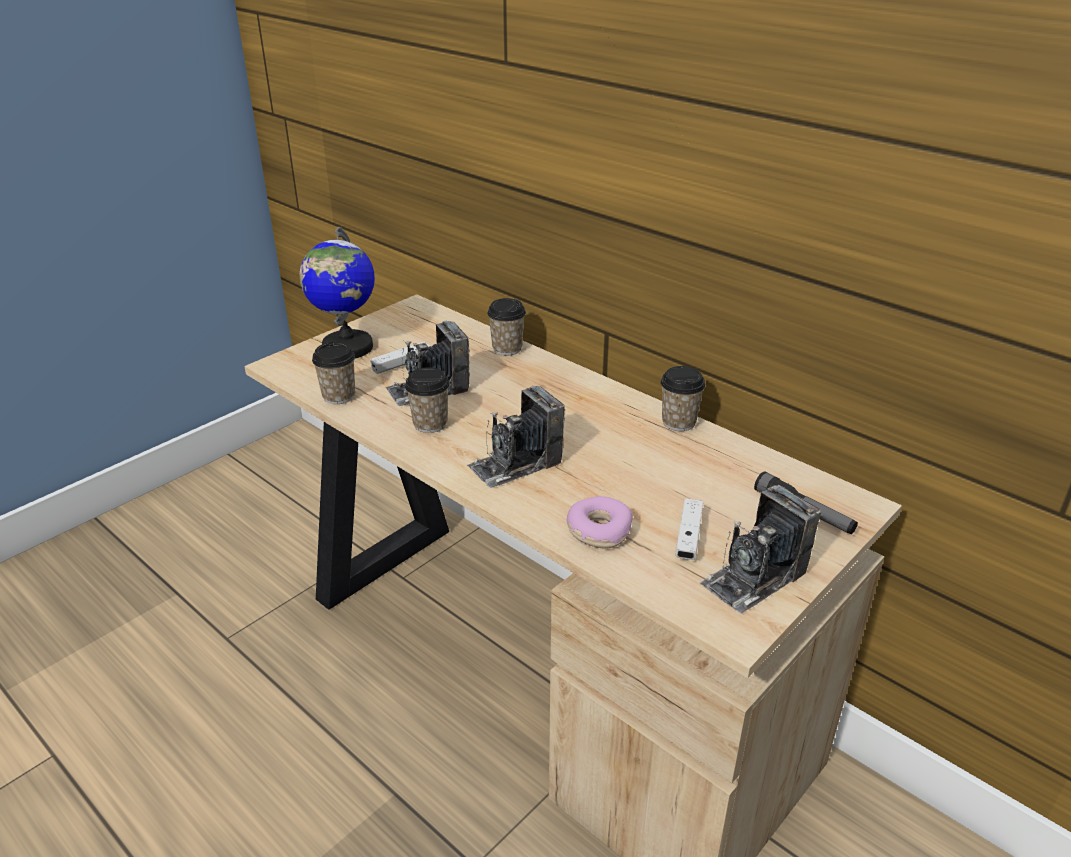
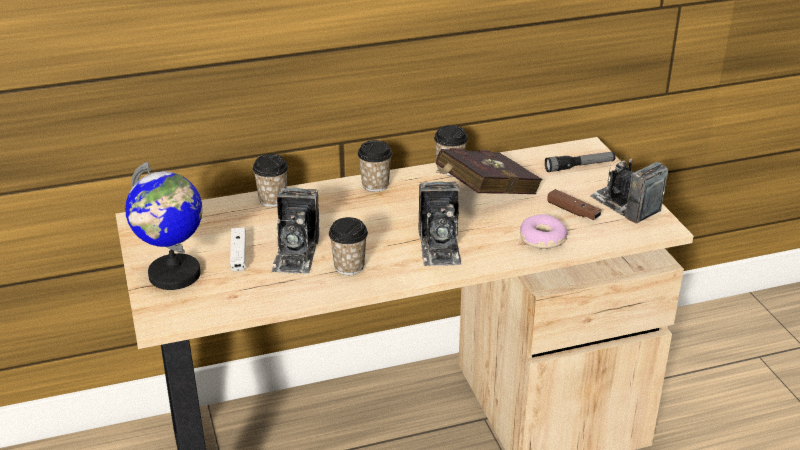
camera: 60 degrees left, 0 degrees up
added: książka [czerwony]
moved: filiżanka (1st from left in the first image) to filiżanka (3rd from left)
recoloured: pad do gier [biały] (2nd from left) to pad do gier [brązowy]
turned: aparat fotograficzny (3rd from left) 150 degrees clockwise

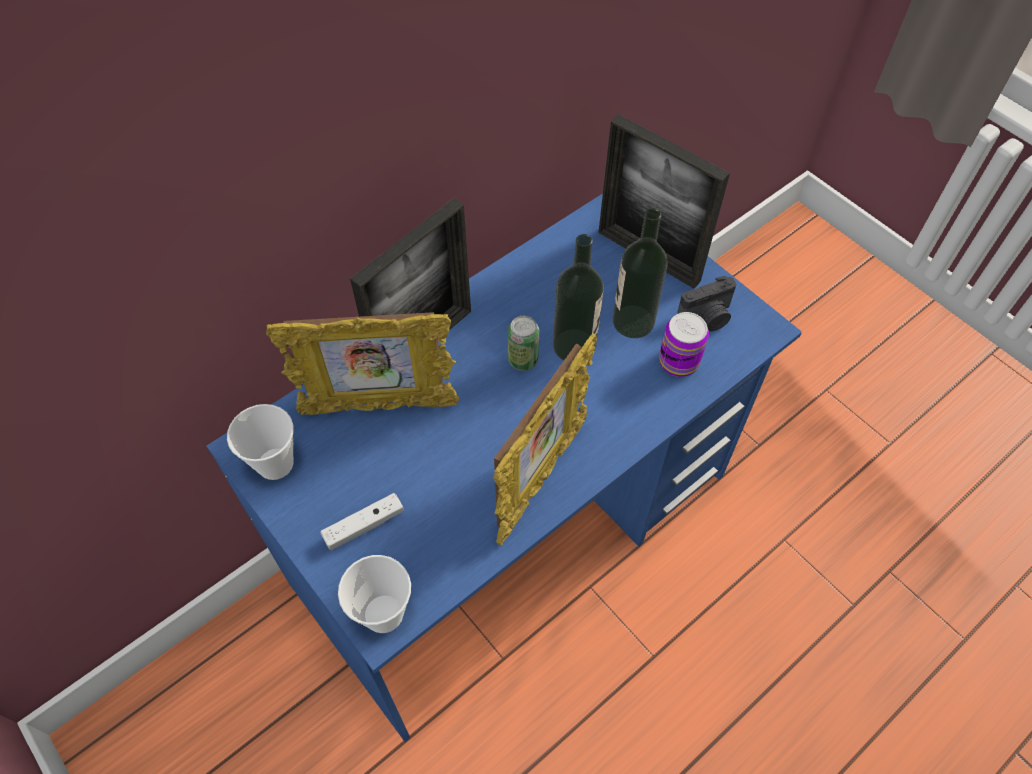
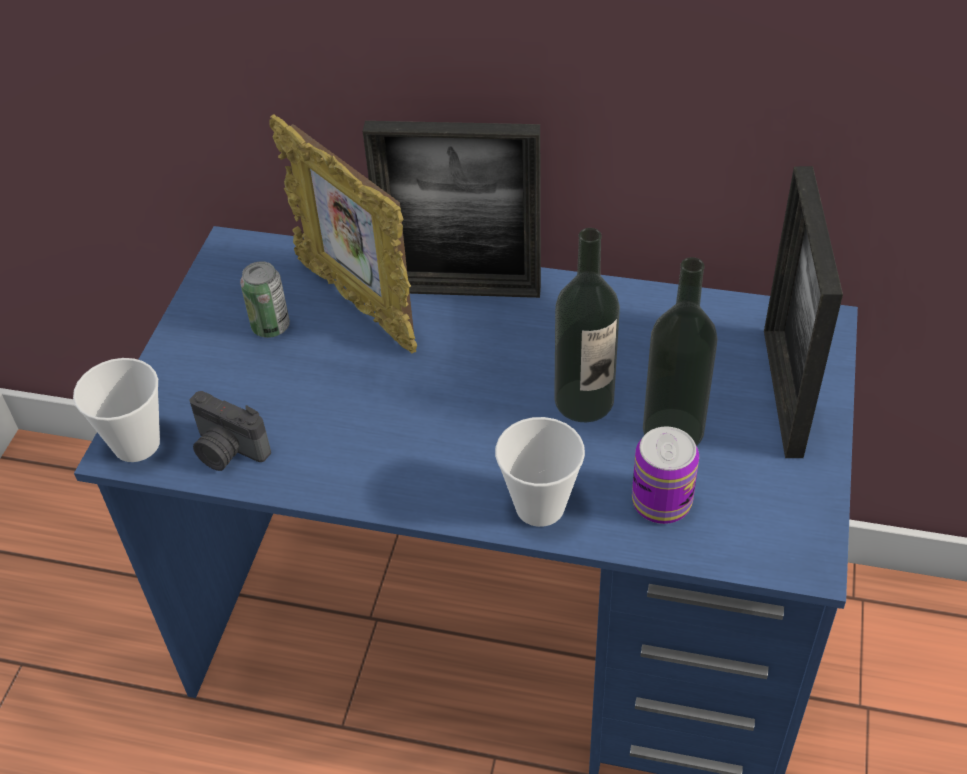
camera: 55 degrees right, 10 degrees down
removed: pad do gier [biały]; ramka na zdjęcie (3rd from left)
moved: filiżanka (1st from left in the first image) to filiżanka (2nd from left); puszka (1st from left); aparat fotograficzny

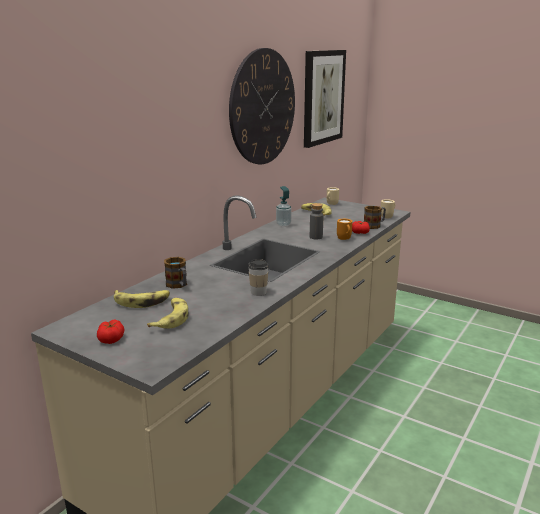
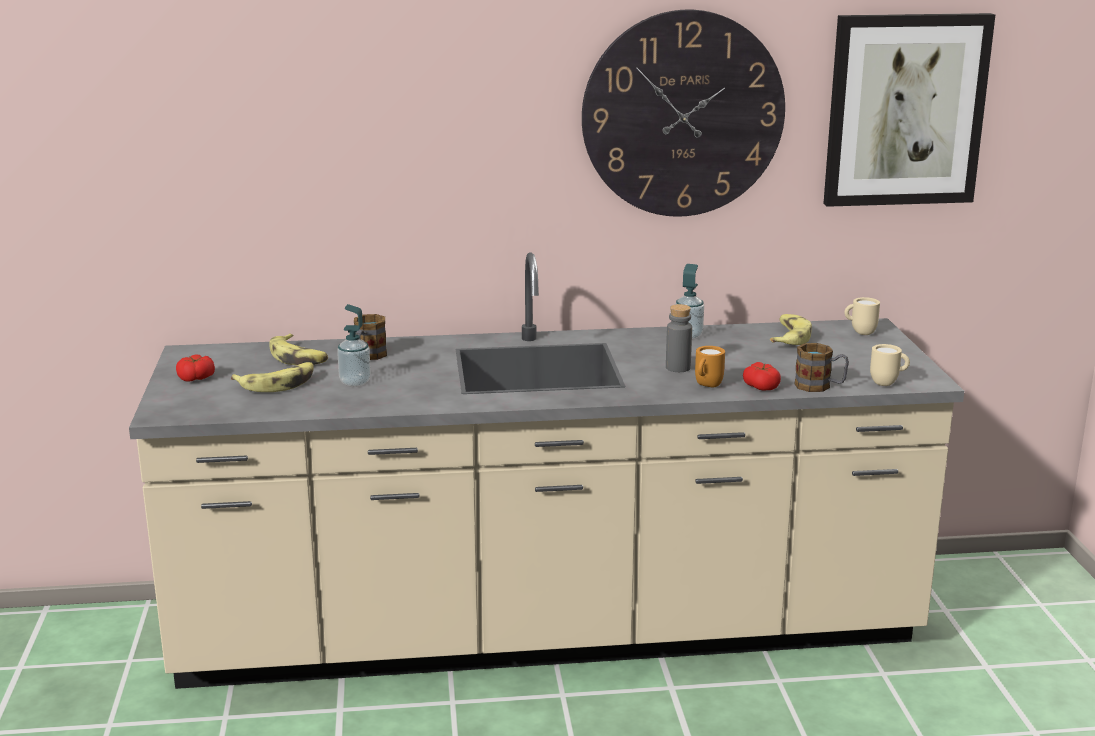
camera: 50 degrees right, 0 degrees up
removed: filiżanka
added: dozownik mydła (1st from left)

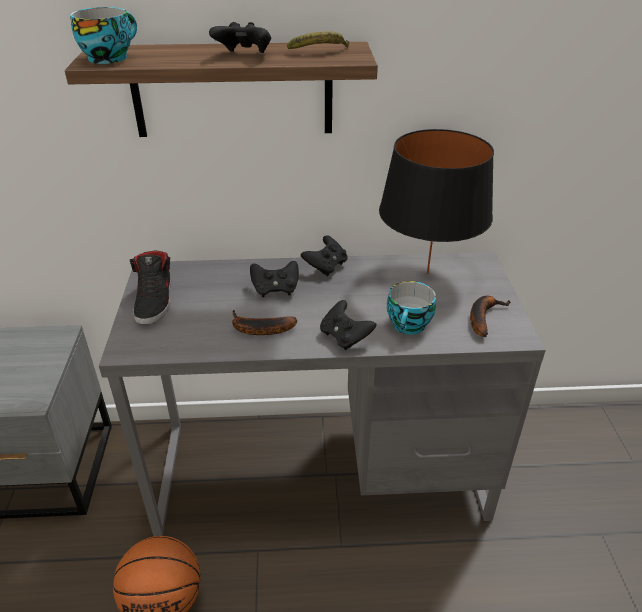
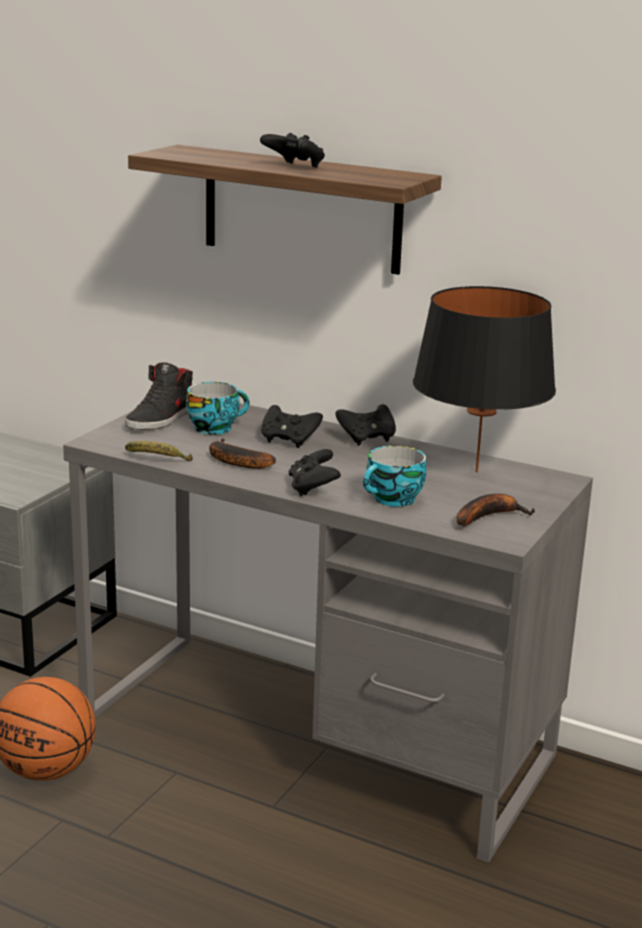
camera: 30 degrees right, 15 degrees down
moved: filiżanka (1st from left); banan (2nd from left in the first image) to banan (1st from left)

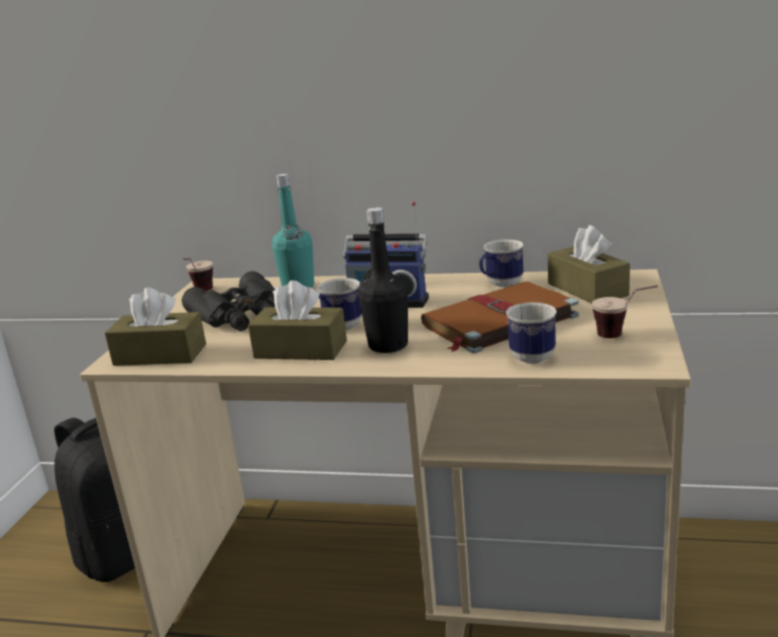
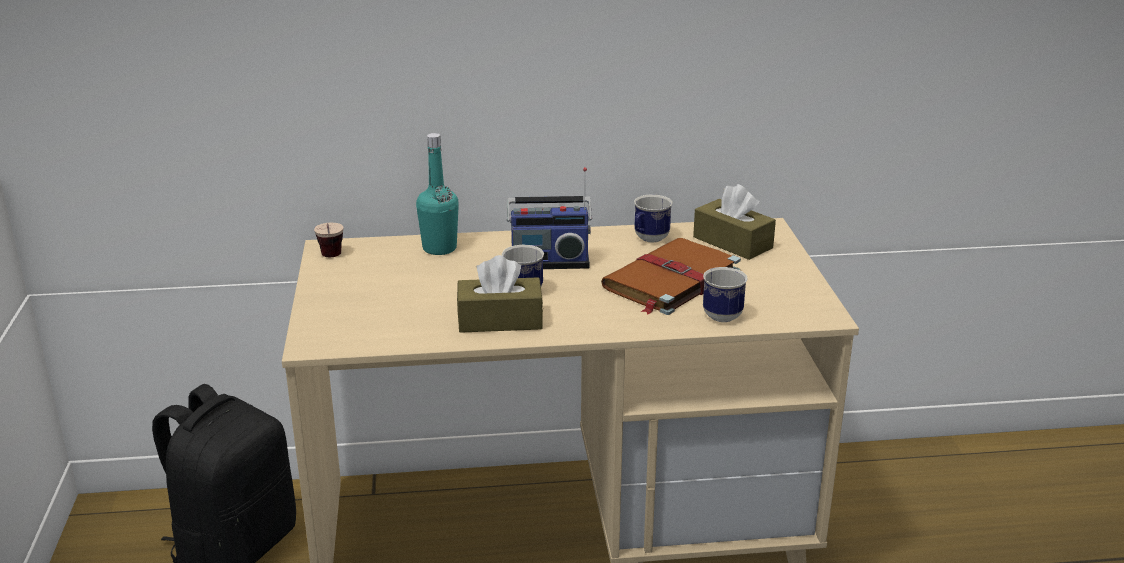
camera: 20 degrees left, 5 degrees up
removed: pudełko chusteczek [brązowy] (1st from left); lornetka [czarny]; butelka [czarny]; filiżanka (2nd from left)

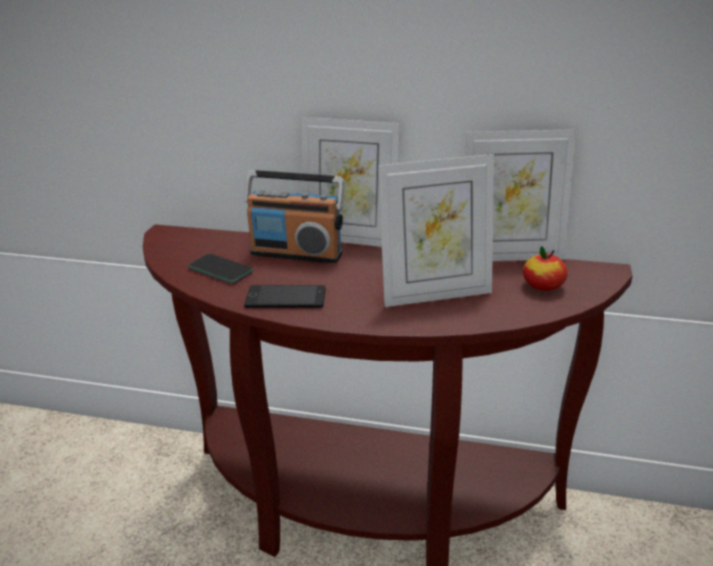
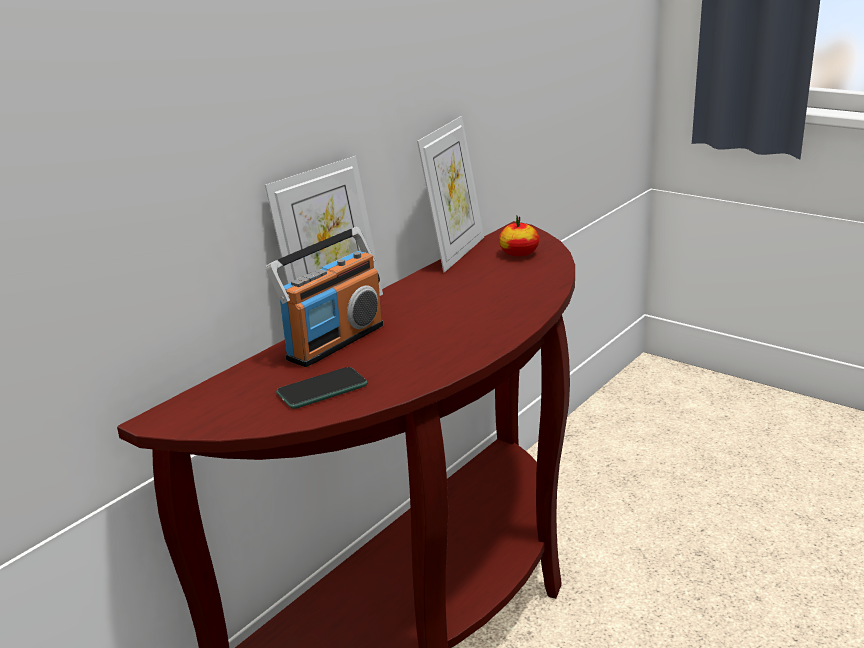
camera: 65 degrees left, 5 degrees down
removed: telefon (2nd from left); ramka na zdjęcie (2nd from left)

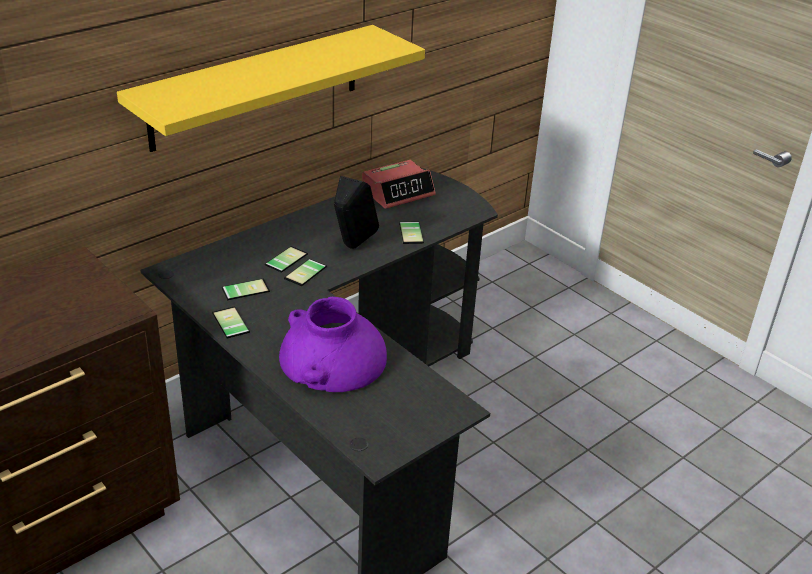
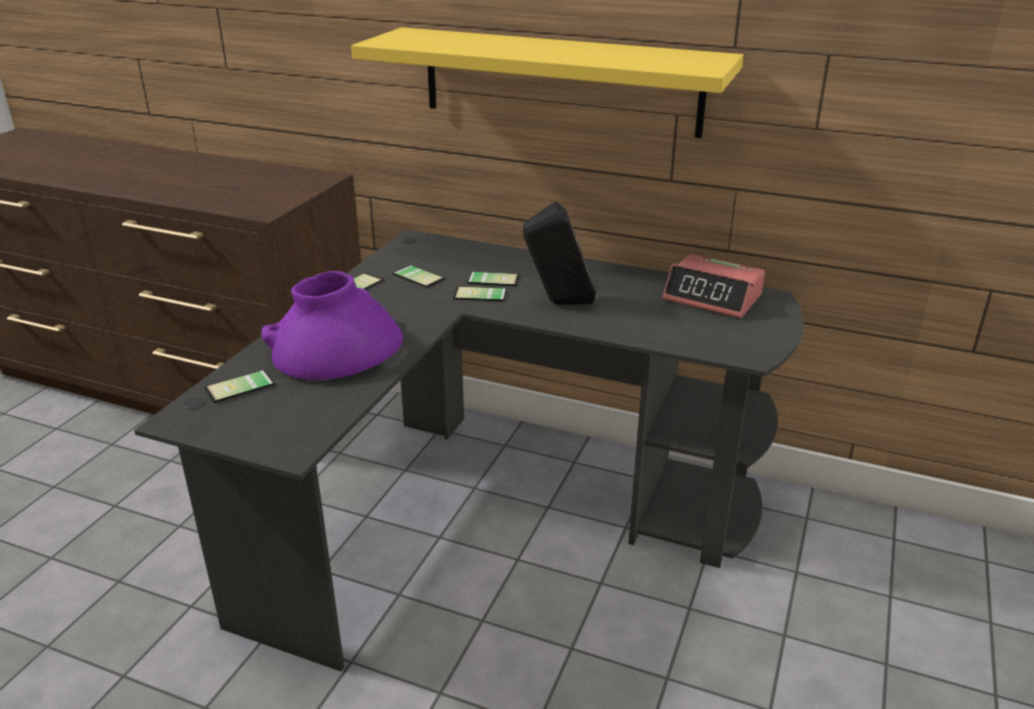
camera: 65 degrees right, 5 degrees down
moved: telefon (5th from left in the first image) to telefon (1st from left)

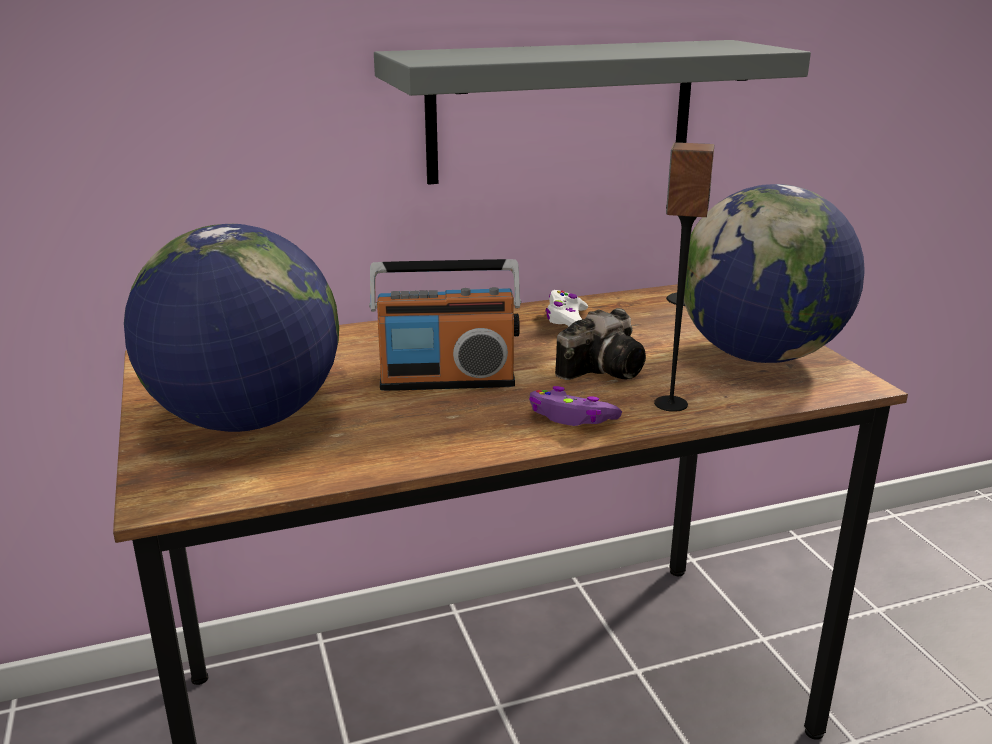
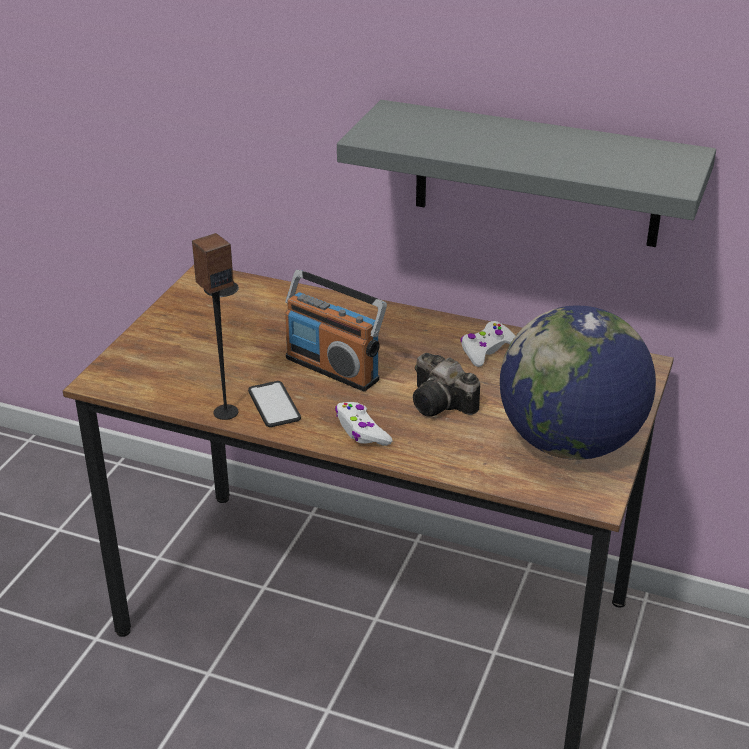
camera: 40 degrees right, 10 degrees up
removed: globus (1st from left)
added: telefon
moved: głośnik
recoloured: pad do gier [fioletowy] to pad do gier [biały] (1st from left)
turned: aparat fotograficzny 45 degrees clockwise

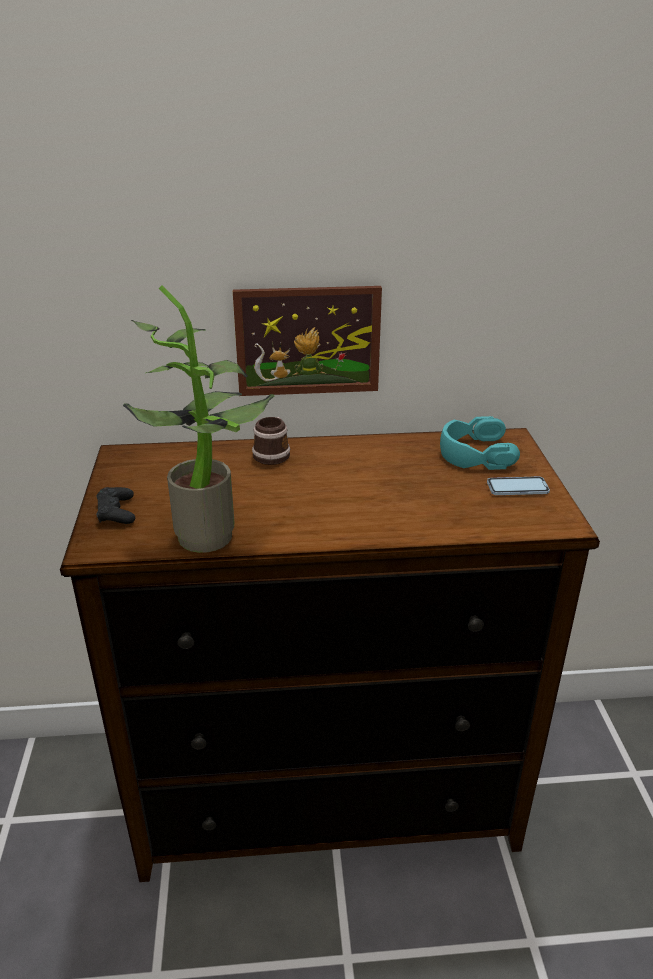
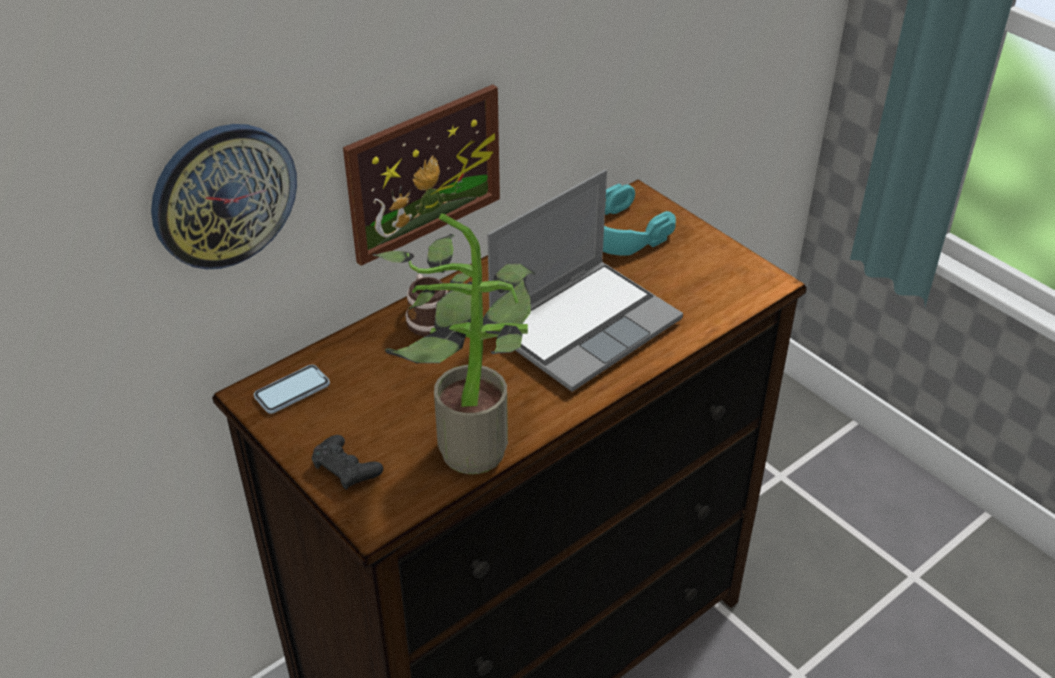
camera: 35 degrees left, 10 degrees up
added: zegar ścienny; laptop
moved: telefon

